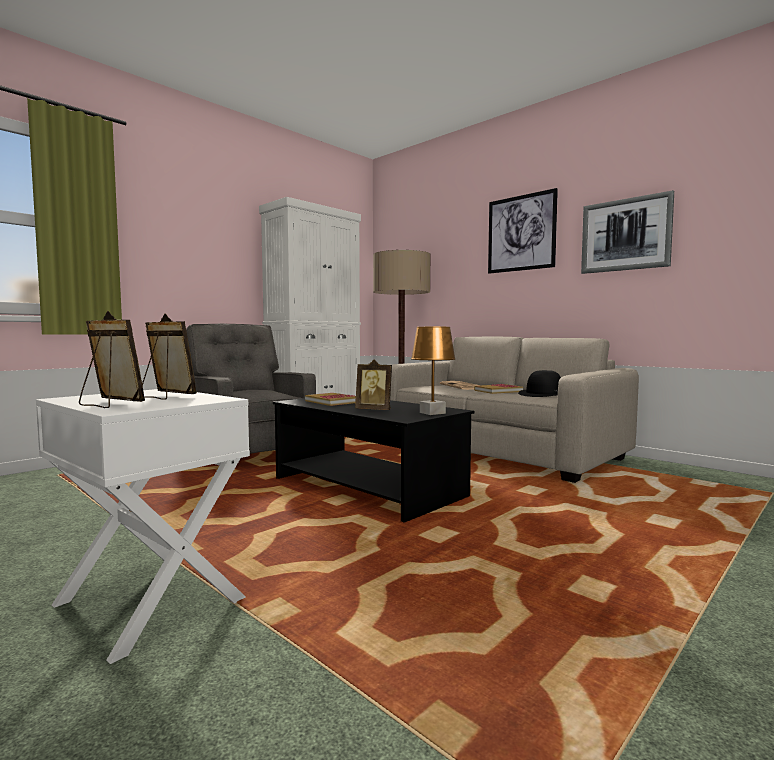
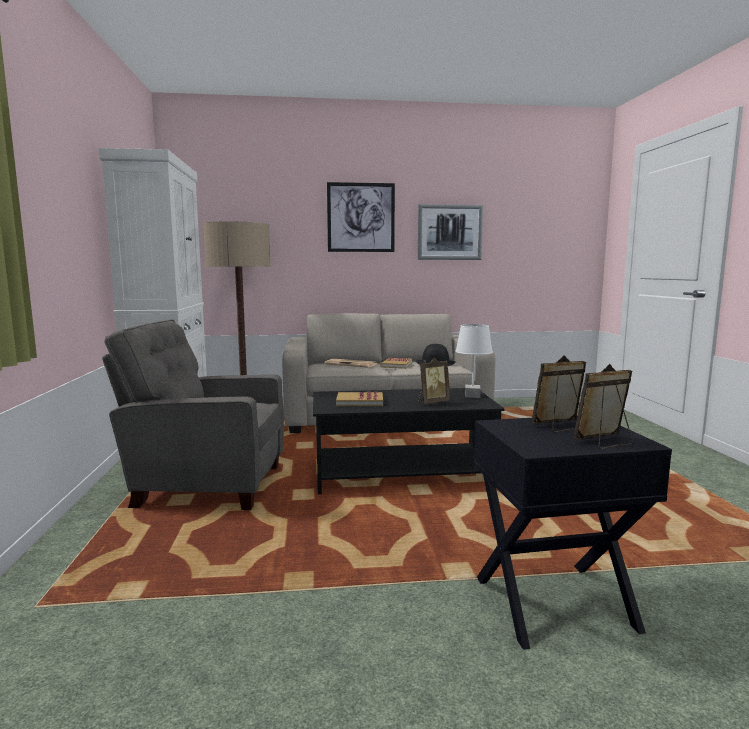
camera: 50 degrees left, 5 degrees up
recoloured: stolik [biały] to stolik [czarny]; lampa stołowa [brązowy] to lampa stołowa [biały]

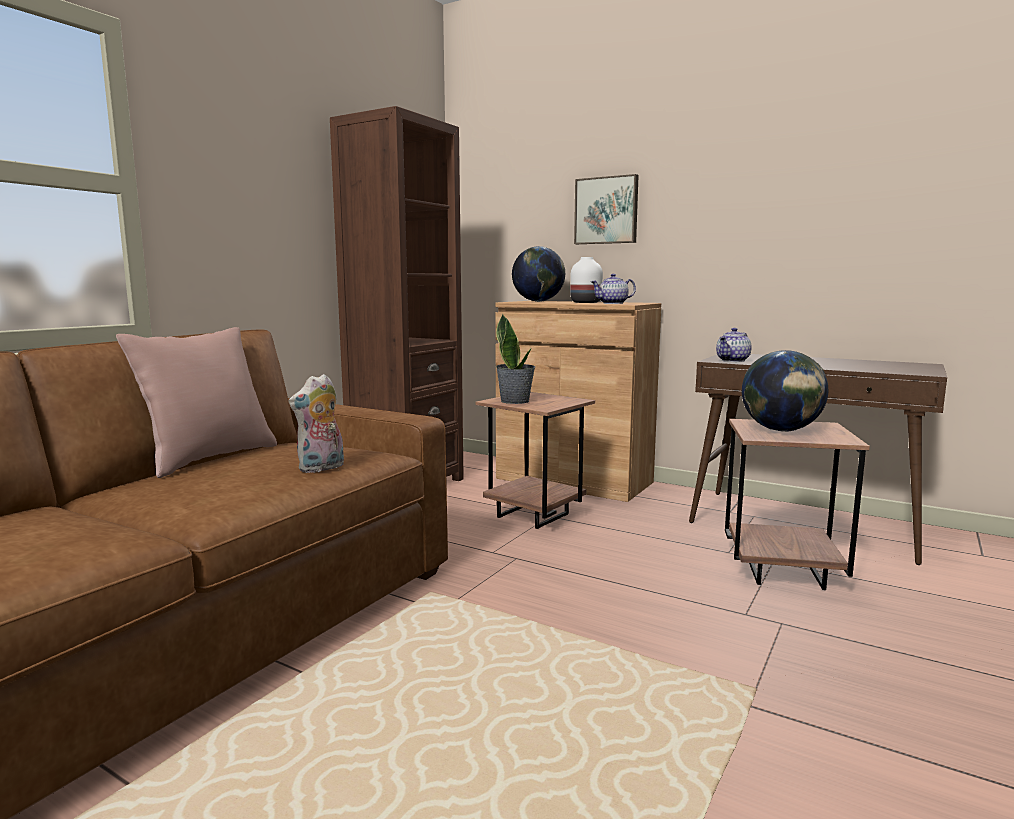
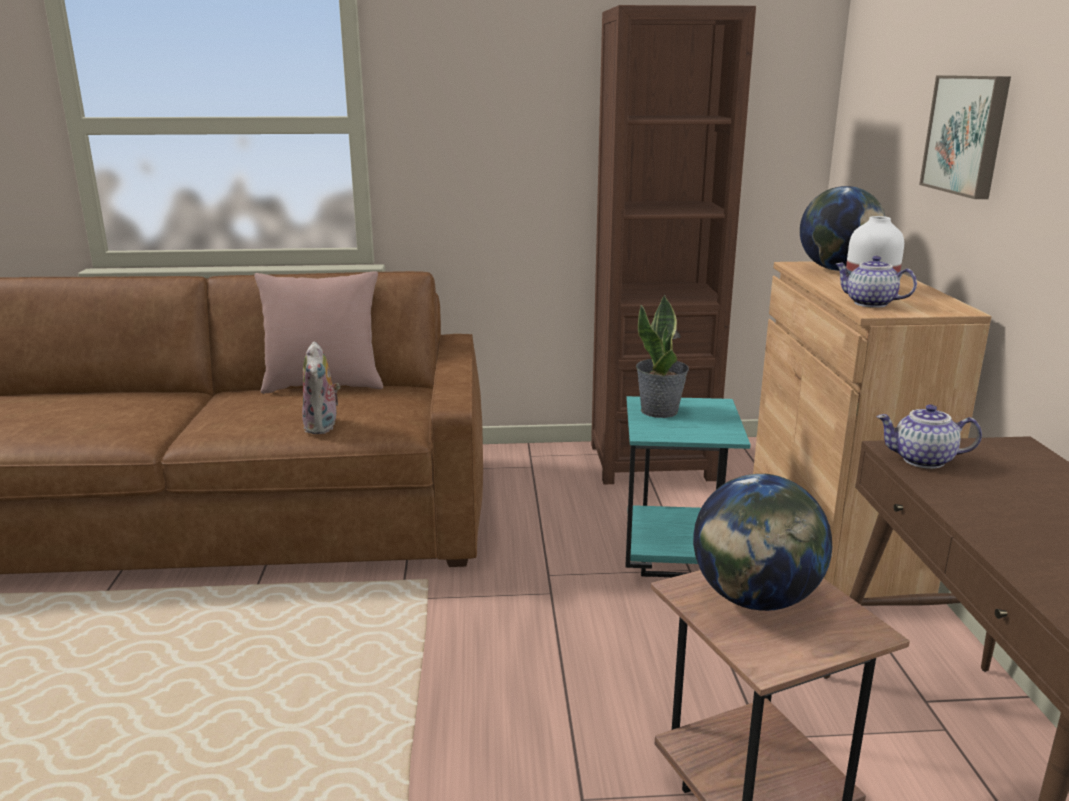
camera: 55 degrees right, 10 degrees up
recoloured: stolik [brązowy] (1st from left) to stolik [turkusowy]
turned: pluszak 105 degrees counterclockwise

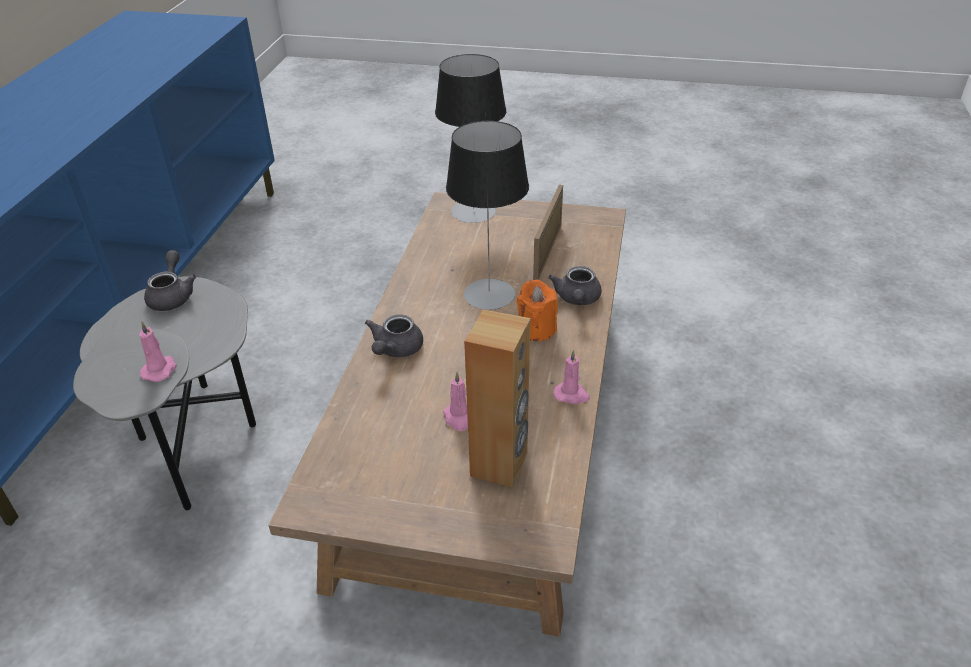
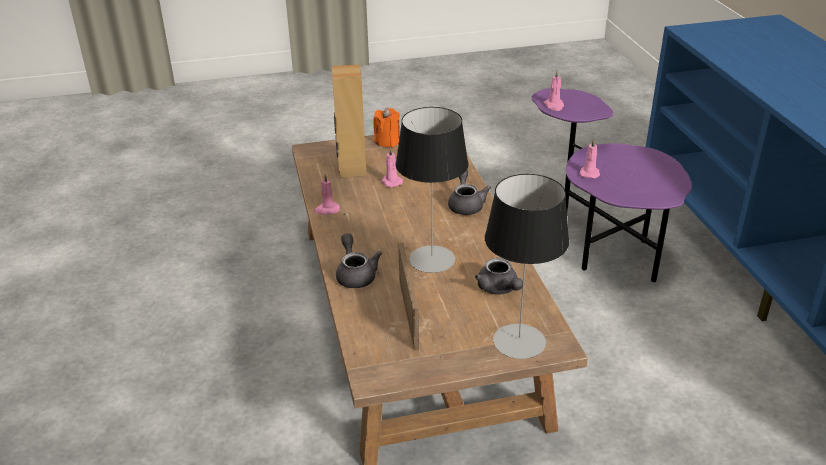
camera: 155 degrees right, 5 degrees down
added: świeca [różowy] (4th from left)
moved: imbryk [szary] (1st from left in the first image) to imbryk [szary] (3rd from left); świeca [pomarańczowy]
recoloured: stolik [szary] to stolik [fioletowy]

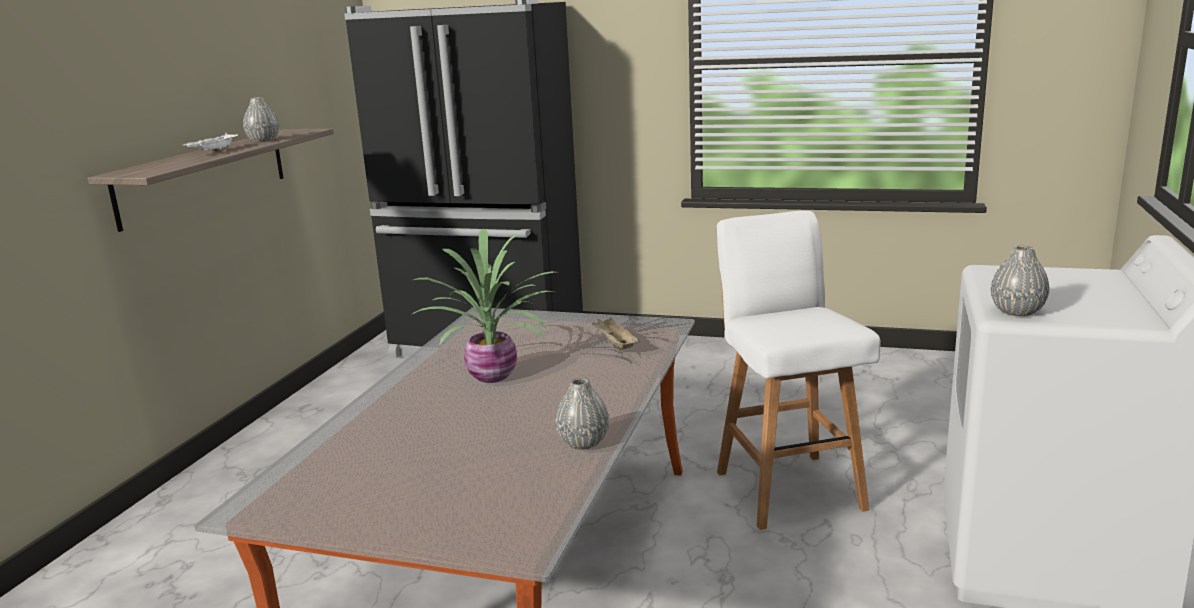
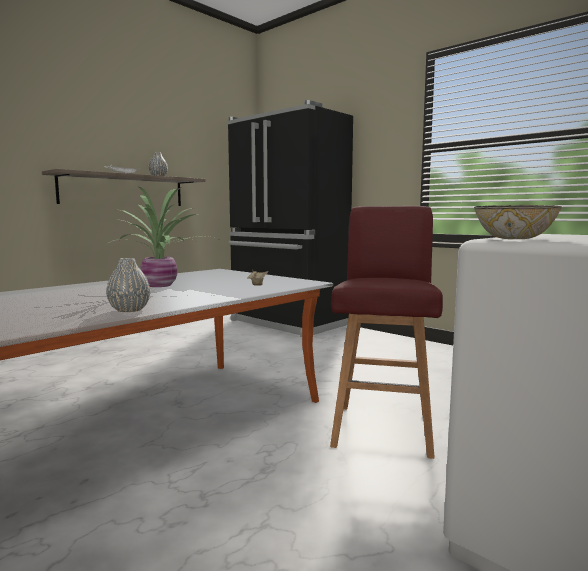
camera: 25 degrees right, 10 degrees down
replaced: wazon [szary] (3rd from left) to miska
recoloured: stołek [biały] to stołek [czerwony]

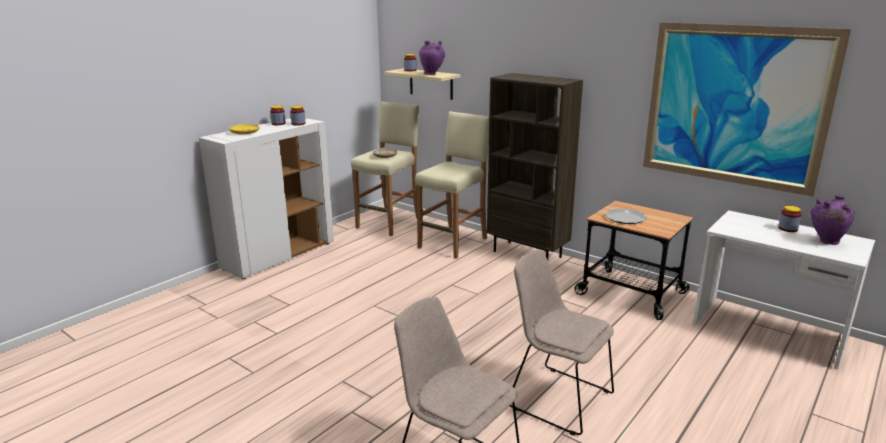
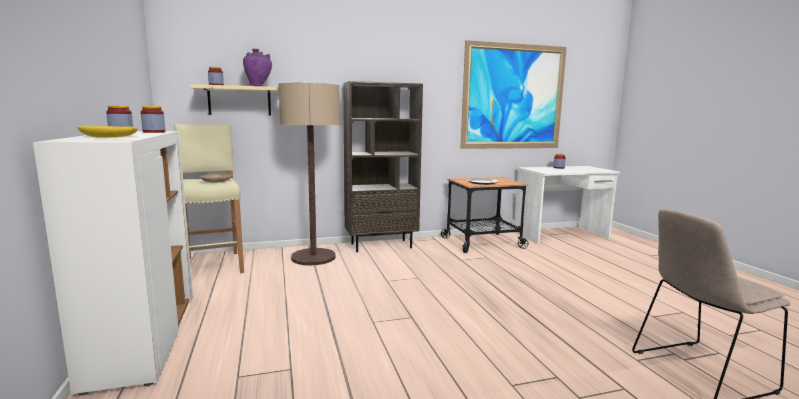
camera: 55 degrees left, 10 degrees down
removed: krzesło [beżowy] (2nd from left); wazon [fioletowy] (2nd from left)
replaced: stołek [beżowy] (2nd from left) to lampa stojąca

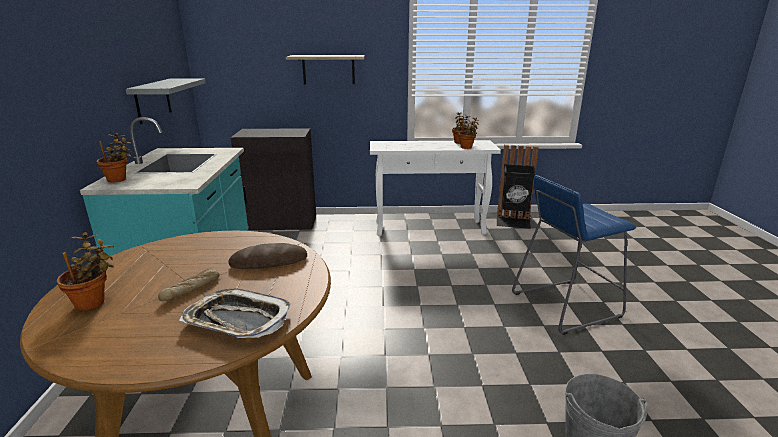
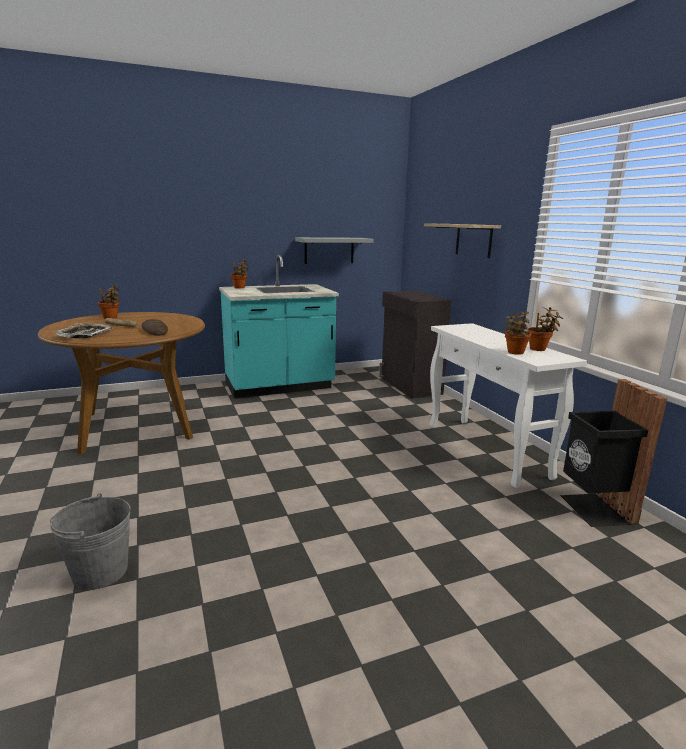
camera: 70 degrees right, 5 degrees down
removed: stołek [niebieski]

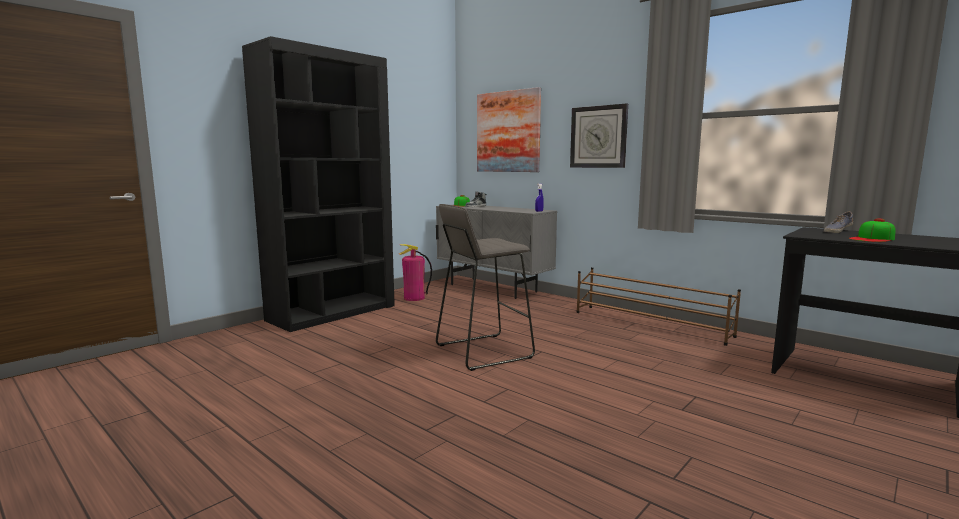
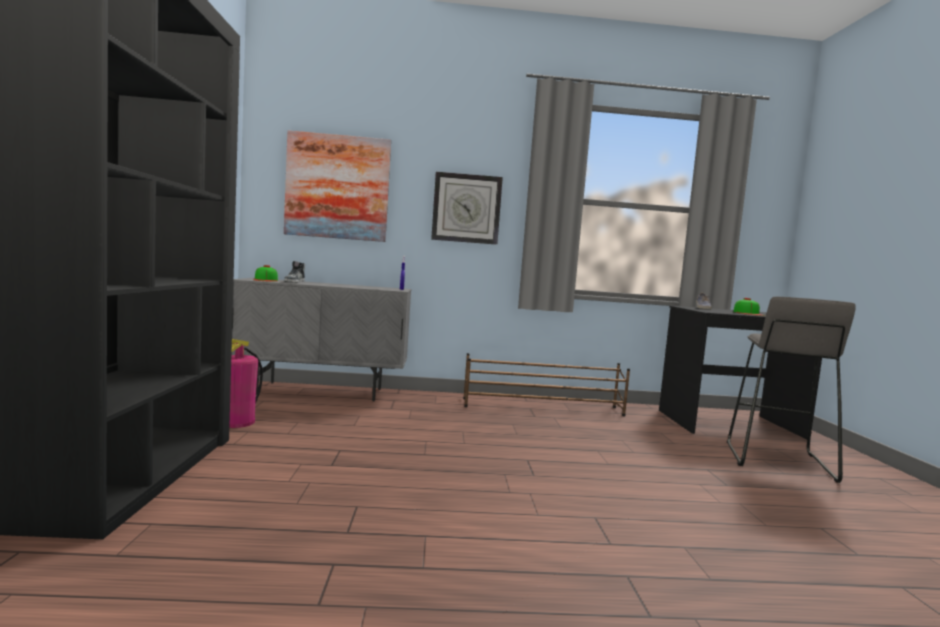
camera: 45 degrees left, 5 degrees down
moved: stołek [szary]

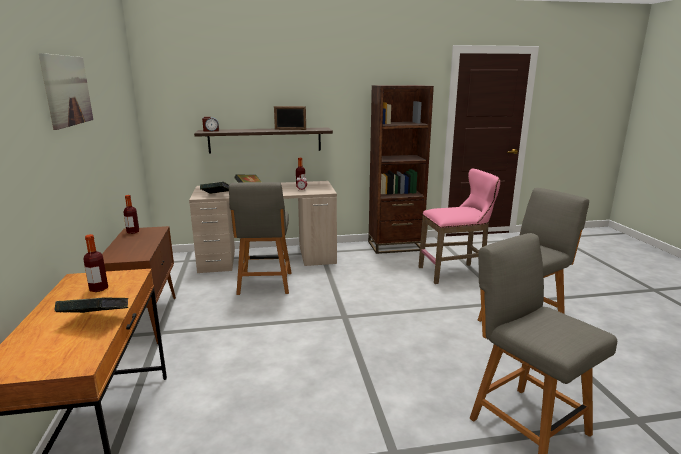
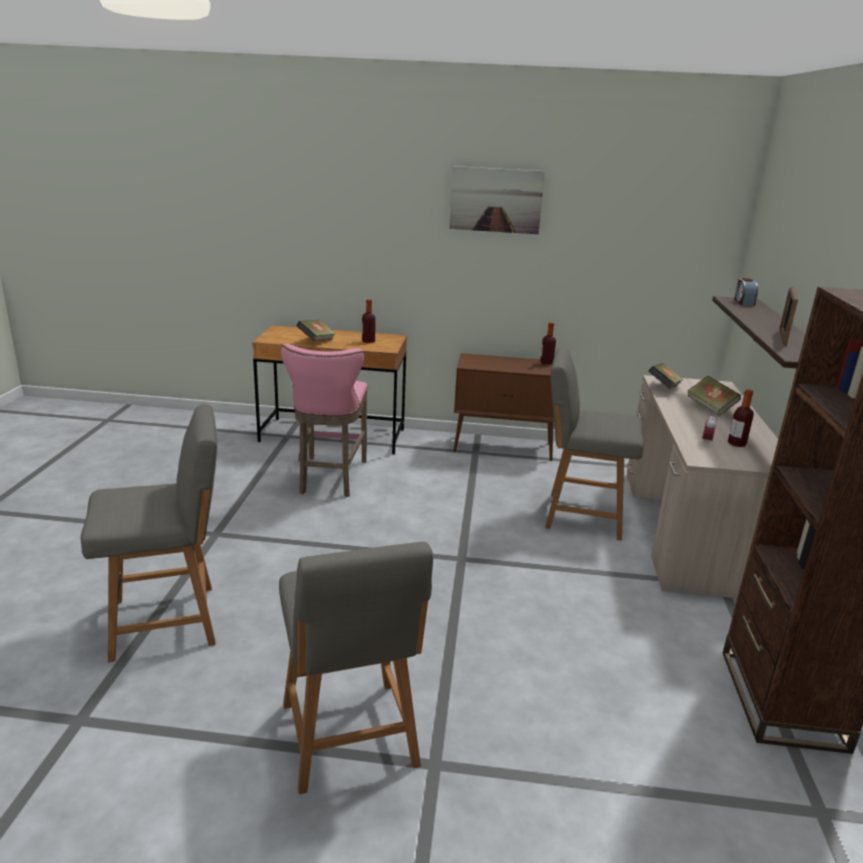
camera: 105 degrees right, 5 degrees up
moved: stołek [różowy]

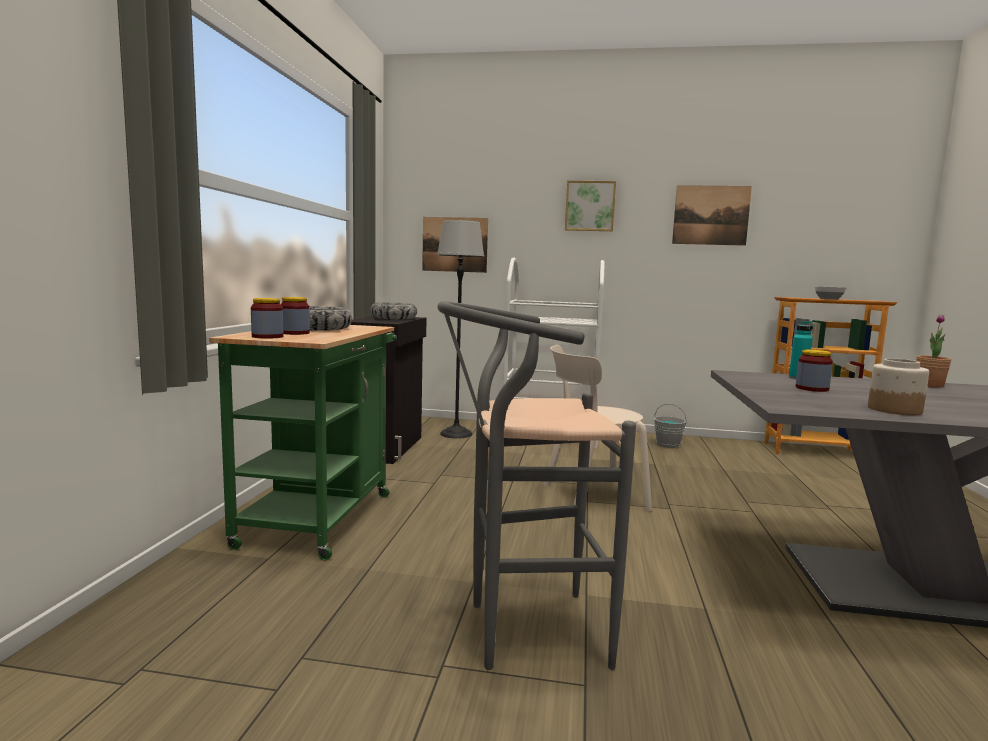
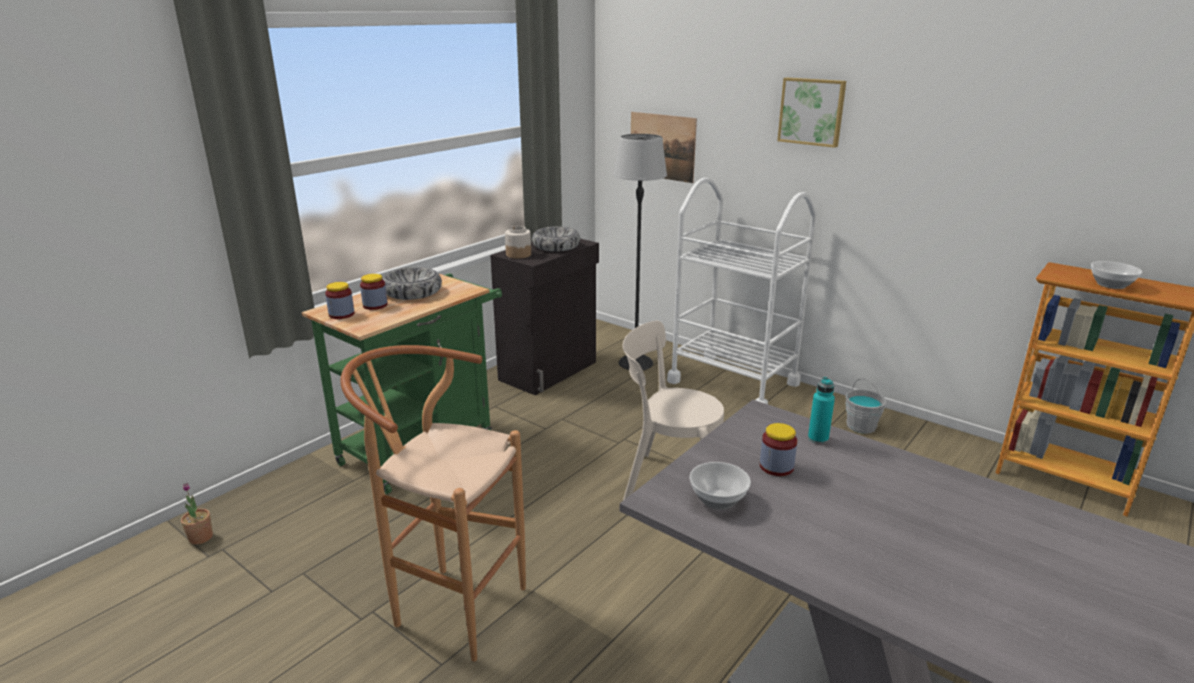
camera: 30 degrees right, 15 degrees up
removed: obraz (3rd from left)
added: miska (3rd from left)
moved: słoik (4th from left in the first image) to słoik (3rd from left); roślina doniczkowa
recoloured: stołek [szary] to stołek [brązowy]

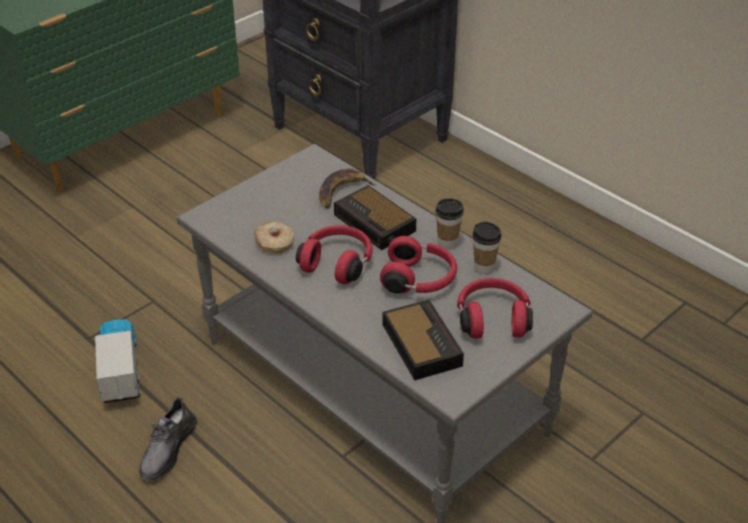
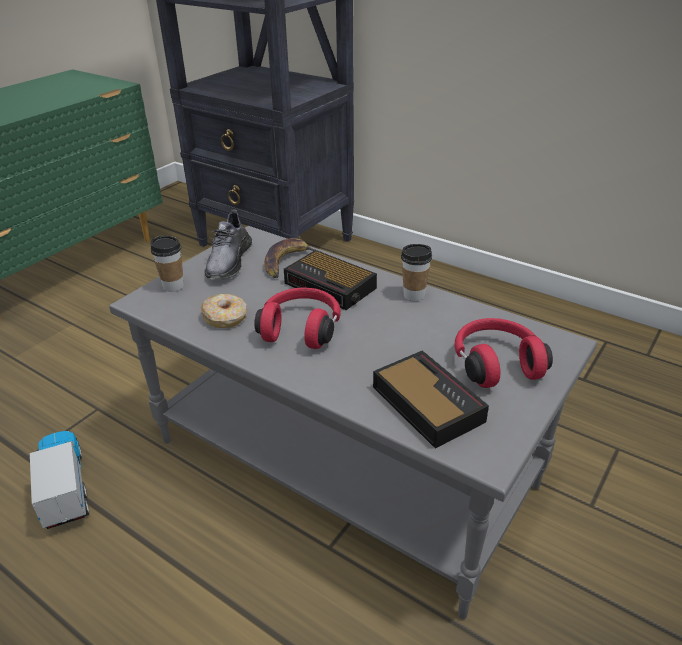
camera: 10 degrees left, 5 degrees down
removed: słuchawki [czerwony] (2nd from left)
moved: but [szary]; filiżanka (2nd from left in the first image) to filiżanka (1st from left)

